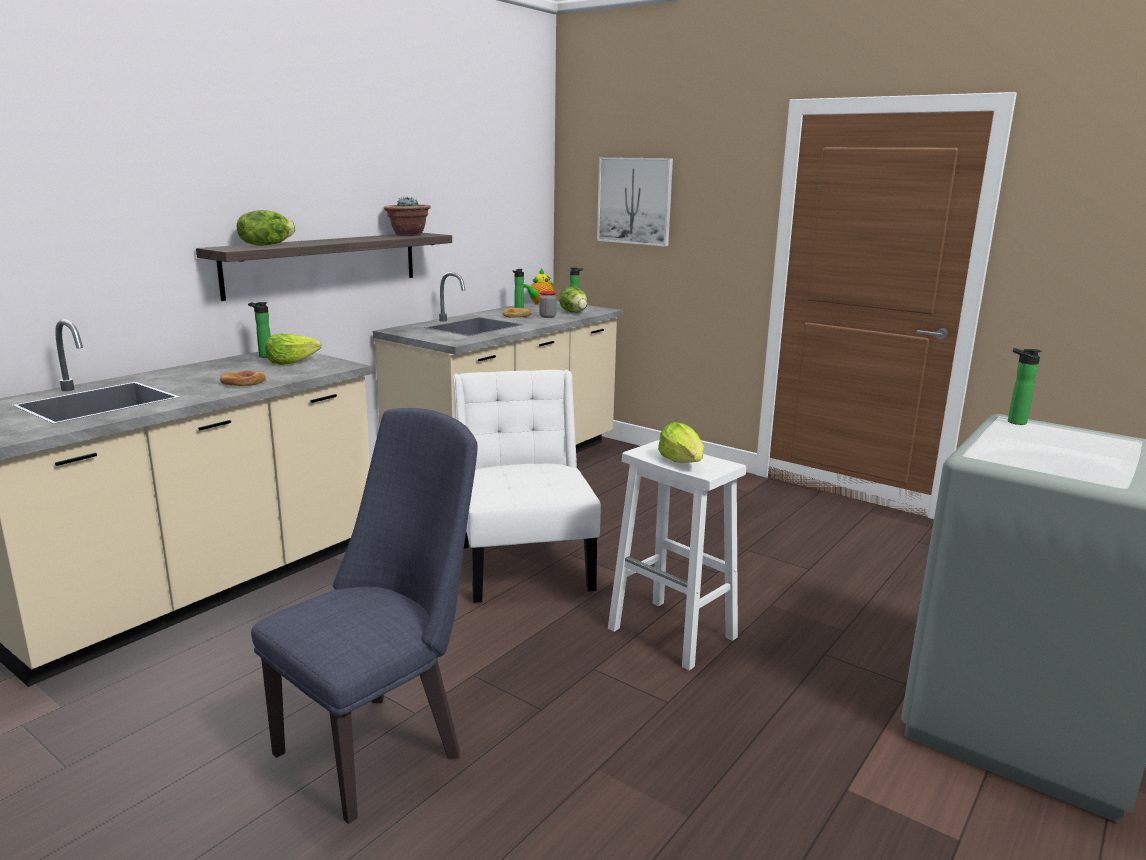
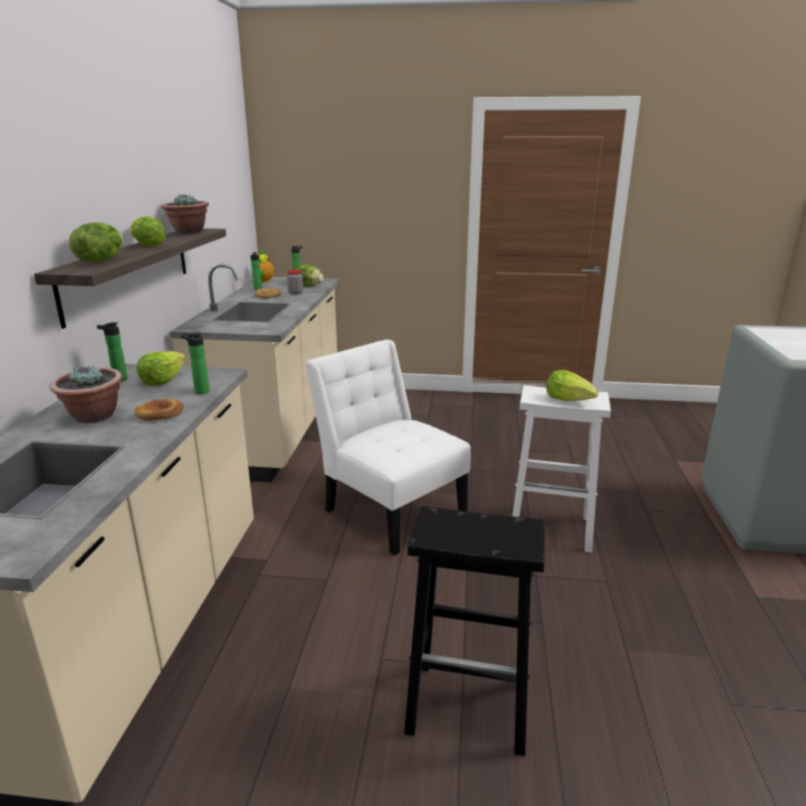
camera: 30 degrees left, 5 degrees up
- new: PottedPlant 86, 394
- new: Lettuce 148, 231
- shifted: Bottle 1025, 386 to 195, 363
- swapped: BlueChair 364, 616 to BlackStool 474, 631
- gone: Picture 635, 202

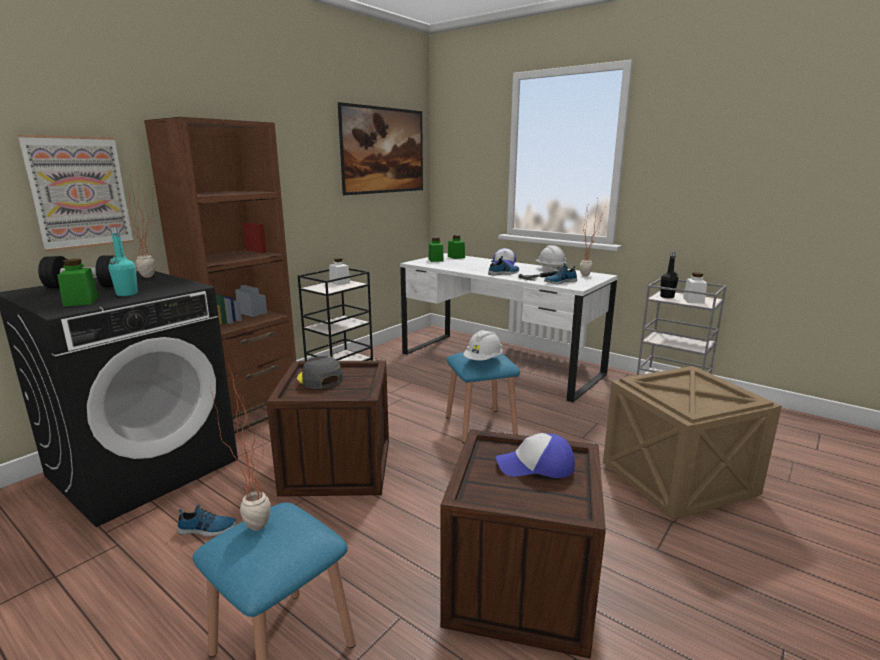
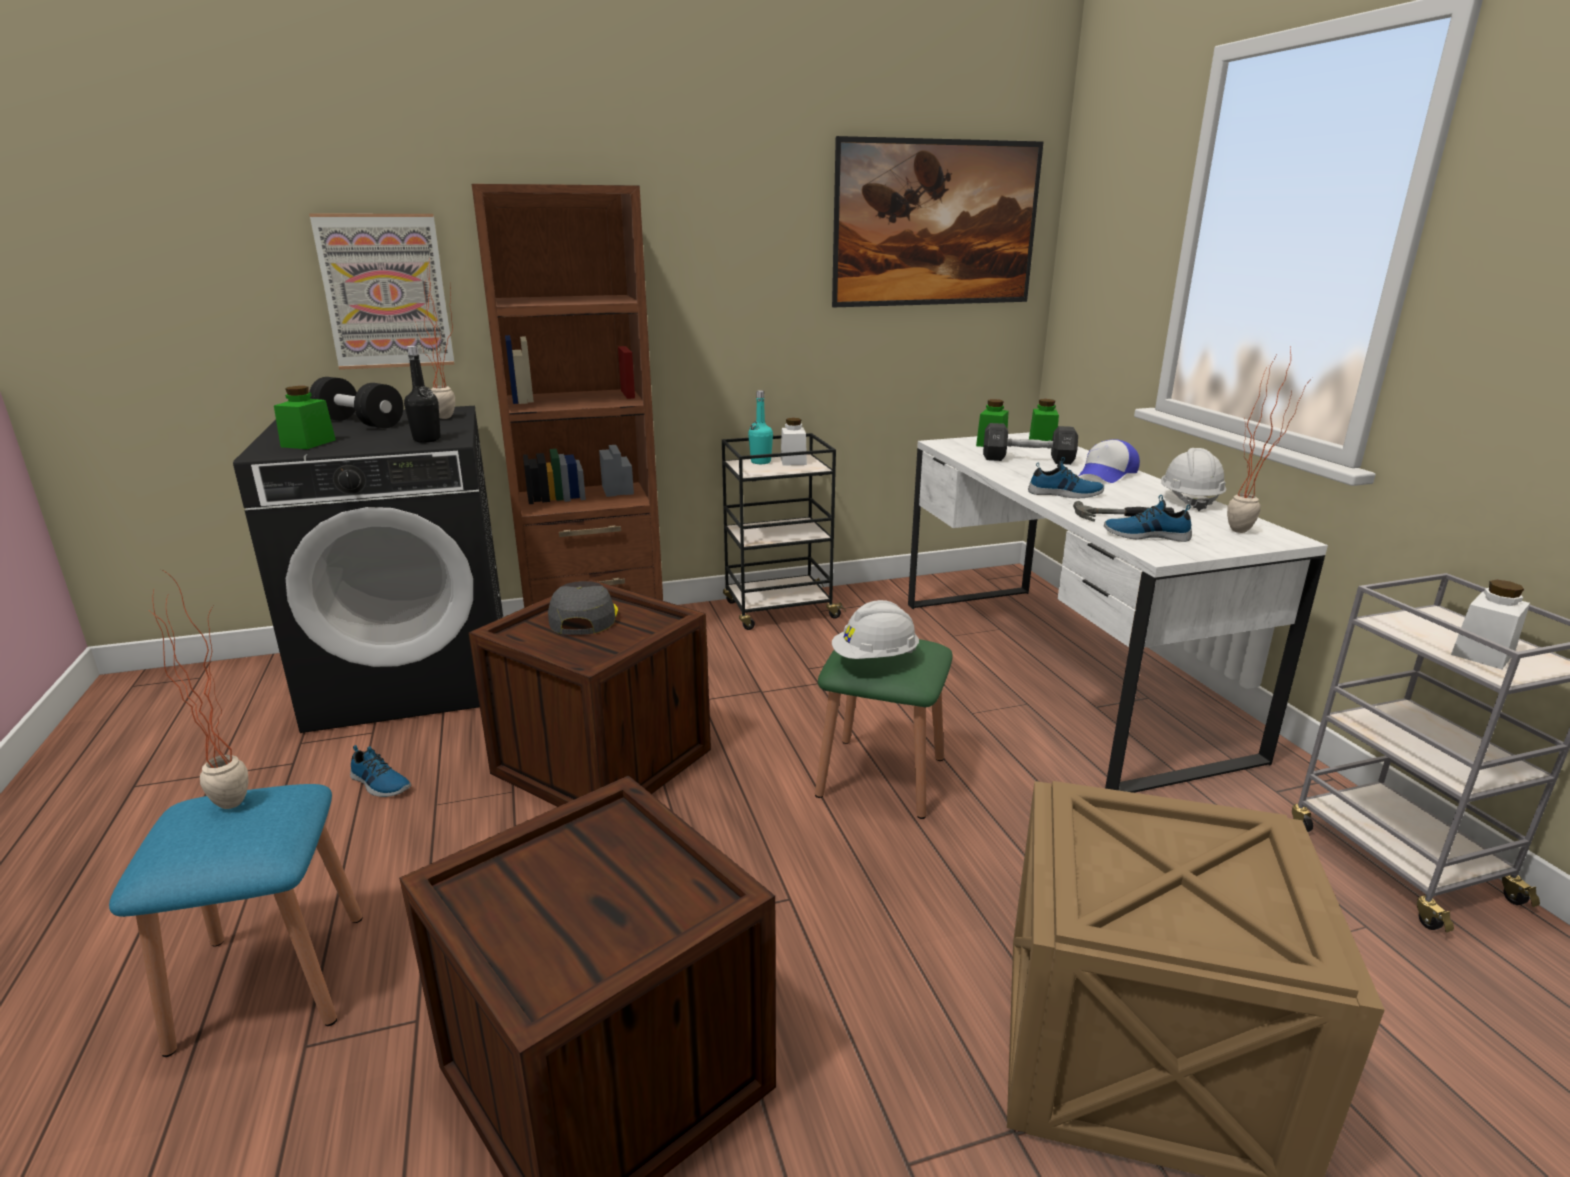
camera: 35 degrees right, 5 degrees up
- shifted: BlackBottle 669, 275 to 422, 394
- shifted: TurquoiseBottle 123, 261 to 760, 427
- repainted: BlueStool 483, 397 to GreenStool 884, 729
- new: BlackDumbbell 1030, 444
- gone: Cap 535, 455

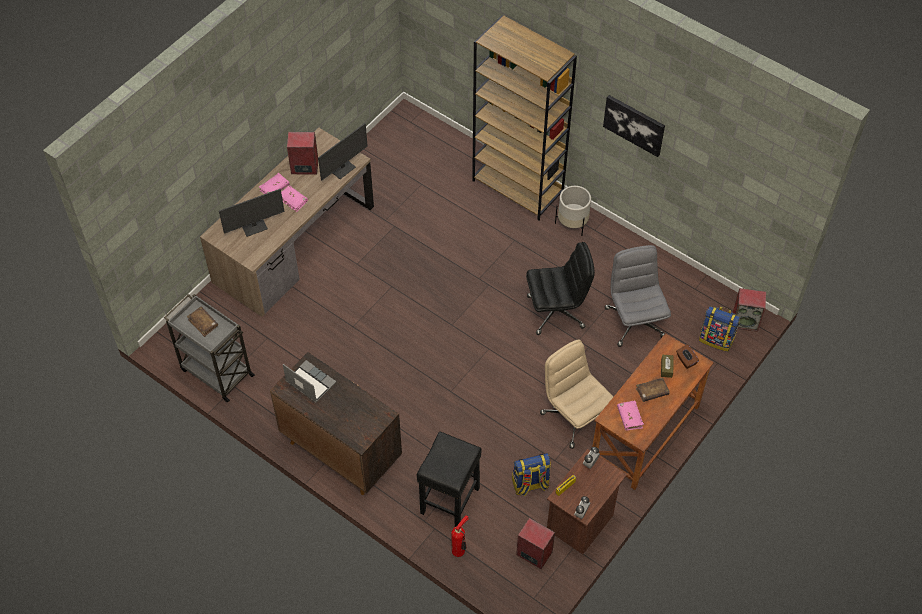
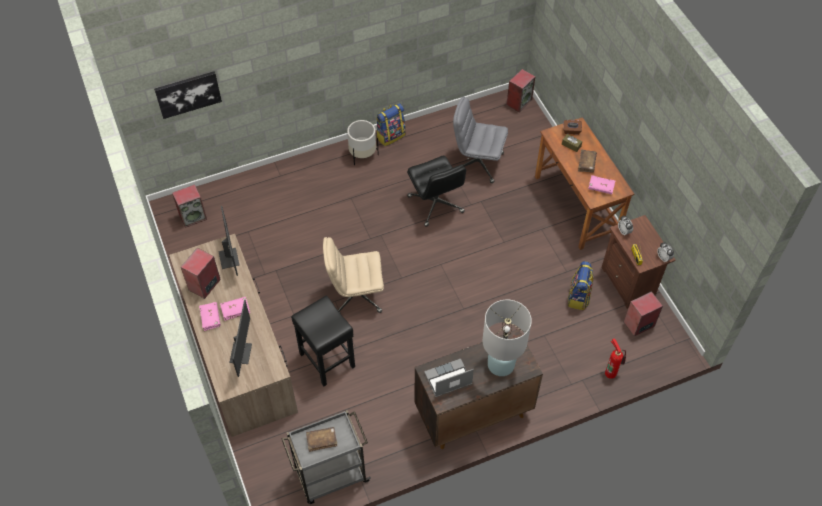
camera: 60 degrees left, 0 degrees up
- shifted: Picture 634, 126 to 188, 95
- new: Speaker 189, 206
- shifted: BlackStool 449, 479 to 323, 341
- shifted: BeigeOfficeChair 576, 394 to 353, 275
- shifted: Backpack 719, 329 to 391, 124
- rotated: BlackOfficeChair 560, 288 = 436, 191 135 degrees clockwise
- new: WhiteTableLamp 507, 338
- gone: BrownBookcase 524, 117

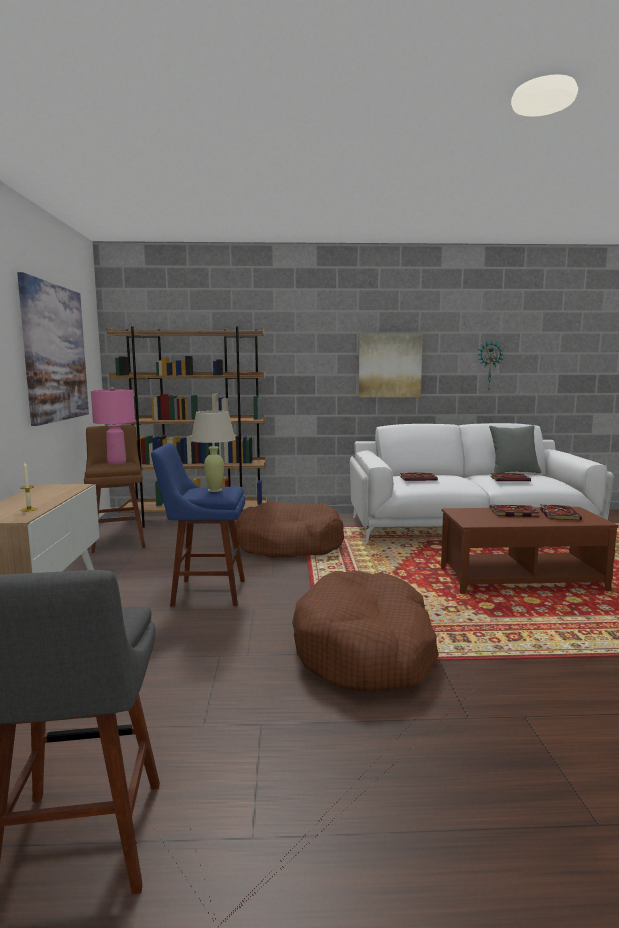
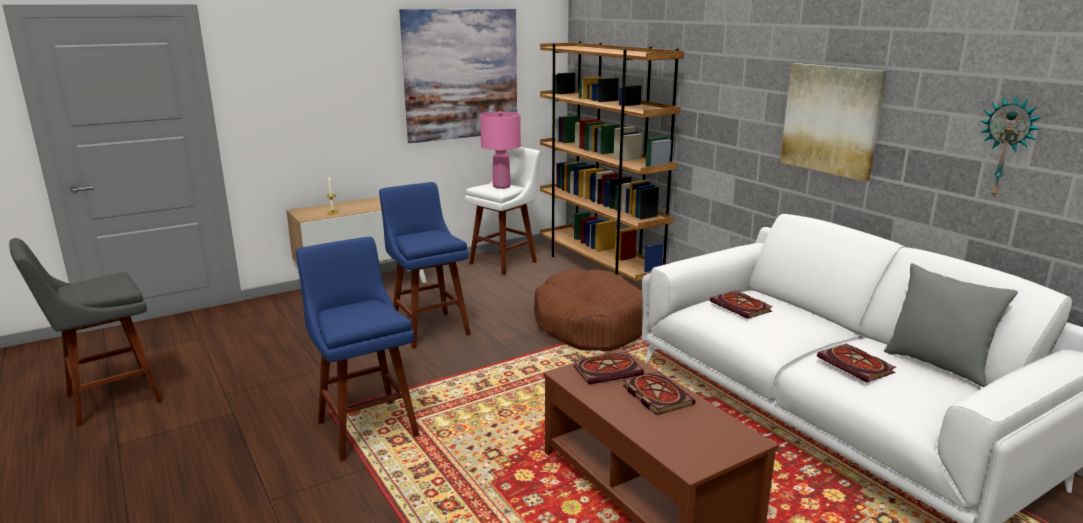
camera: 60 degrees right, 10 degrees up
- swapped: BrownDogBed 365, 631 to BlueStool 358, 349
- repainted: BrownStool 115, 489 to WhiteStool 502, 211
- shifted: Book 561, 512 to 608, 368
- gone: BeigeTableLamp 213, 451

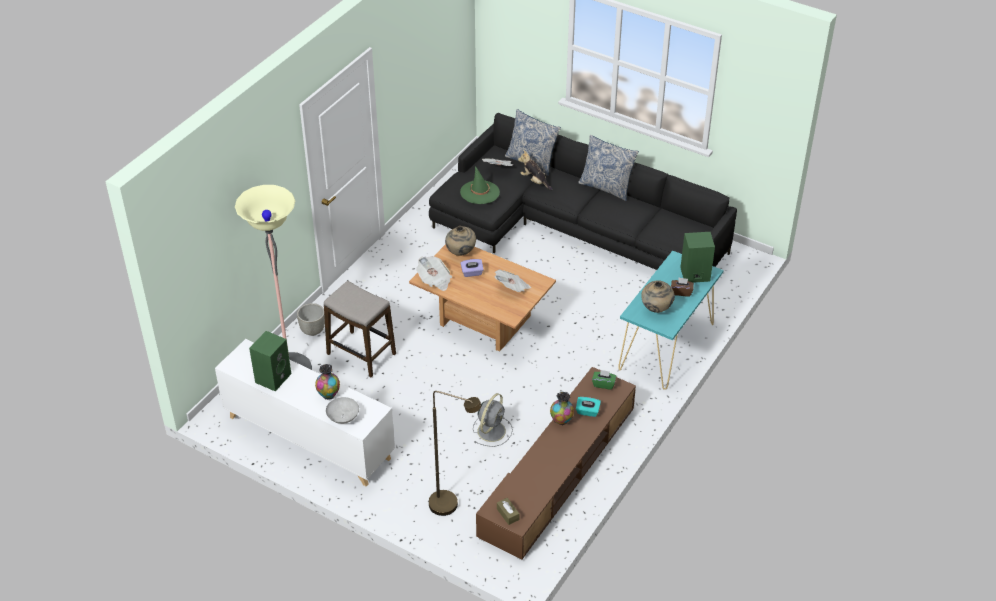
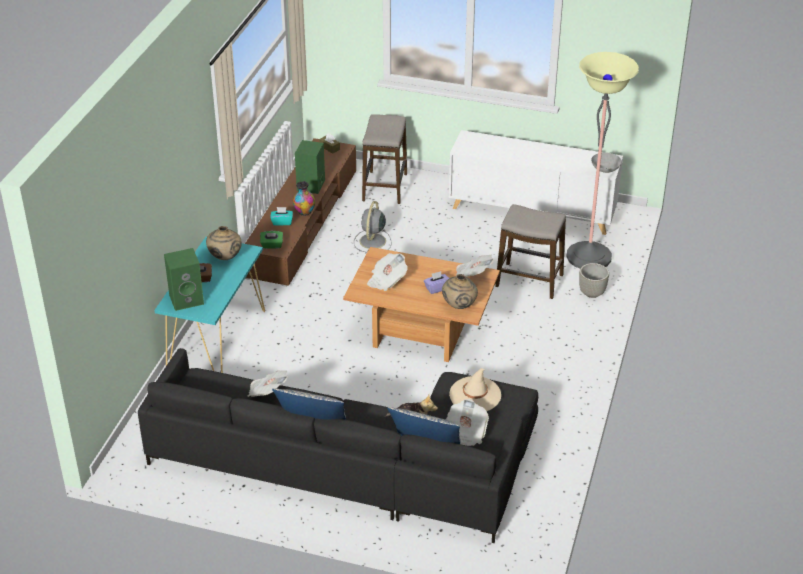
camera: 165 degrees right, 5 degrees down
- new: Newspaper 267, 383
- shifted: GreenSpeaker 270, 361 to 310, 167
- swapped: BrownFloorLamp 455, 453 to Stool 384, 159
- repainted: GreenHat 480, 185 to BeigeHat 475, 389
- shifted: GreyBowl 342, 410 to 606, 163
- gone: Vase 327, 382

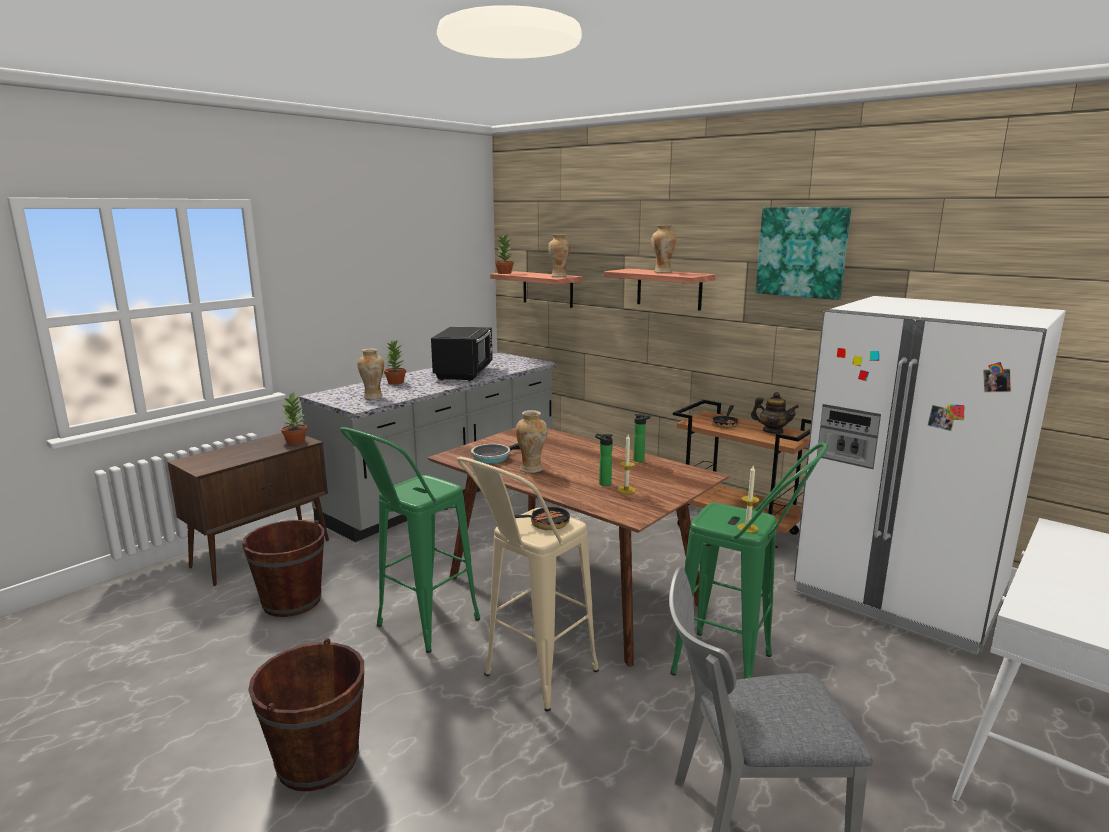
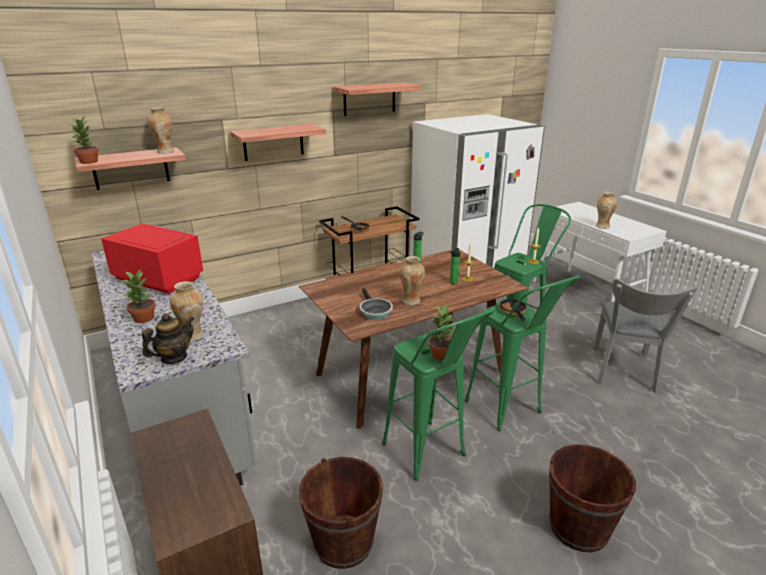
camera: 70 degrees left, 10 degrees up
- repainted: BlackMicrowave 462, 354 to RedMicrowave 152, 258
- shifted: Teapot 775, 413 to 168, 338
- swapped: Picture 803, 253 to Shelf 377, 99
- shifted: PottedPlant 293, 418 to 441, 333
- repainted: BeigeStool 528, 584 to GreenStool 523, 353
- shifted: Vase 663, 249 to 606, 210

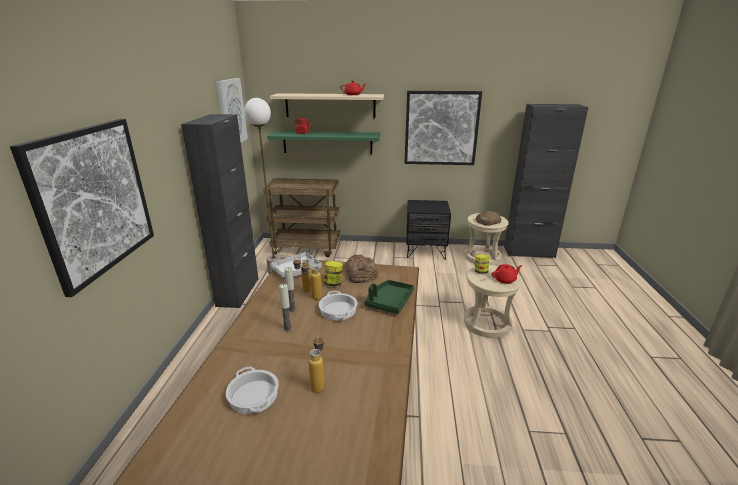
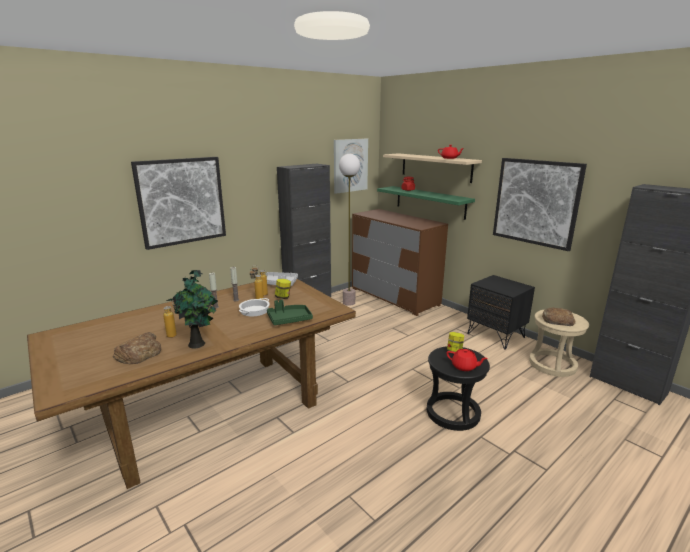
camera: 45 degrees right, 5 degrees down
- shifted: Bread 362, 269 to 137, 348
- new: PottedPlant 192, 309
- swapped: BrownCart 302, 217 to BrownDresser 400, 262
- repainted: BeigeStool 493, 301 to BlackStool 458, 388
- gone: CookingPot 252, 390

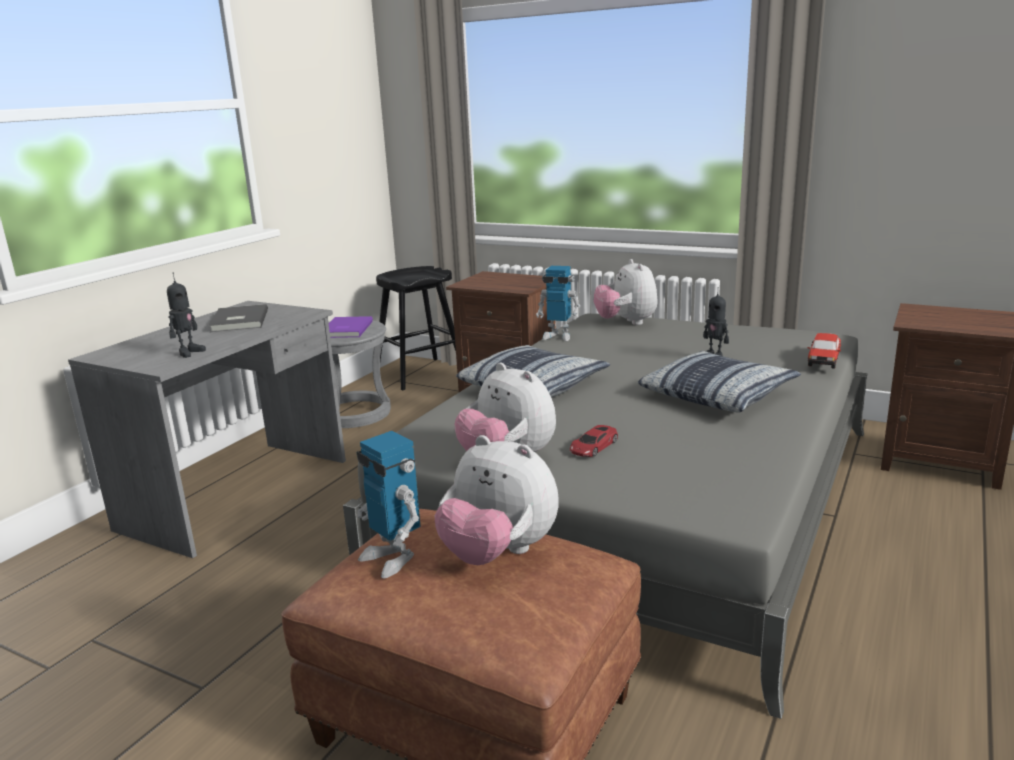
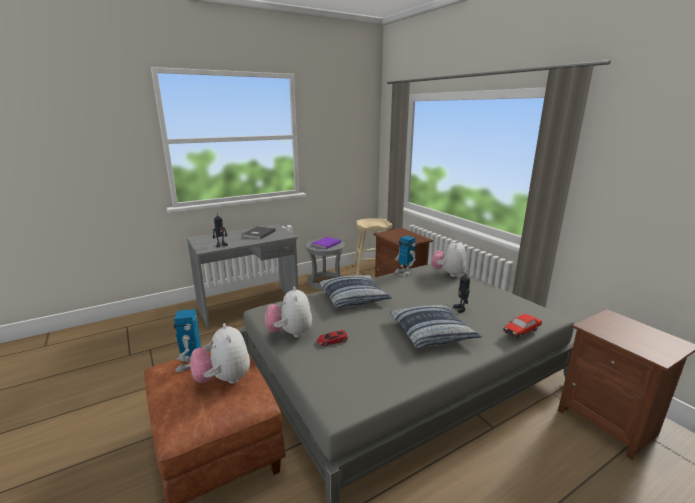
camera: 30 degrees right, 0 degrees up
- repainted: BlackStool 416, 328 to BeigeStool 372, 247

